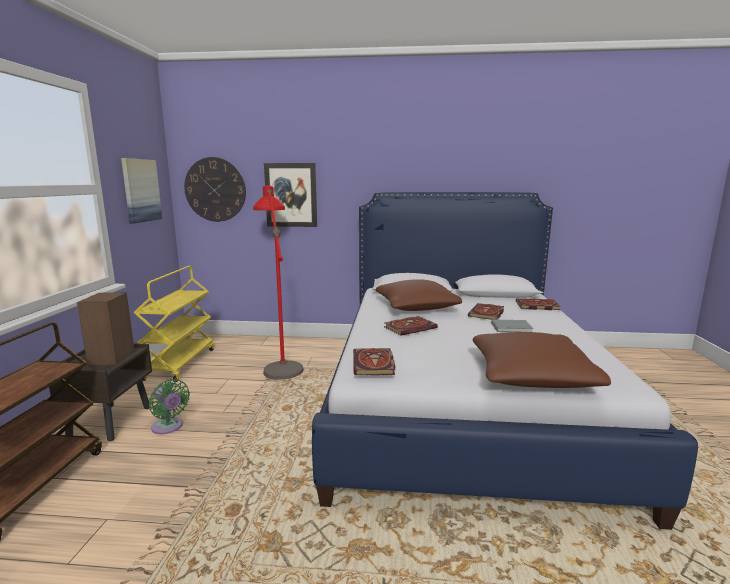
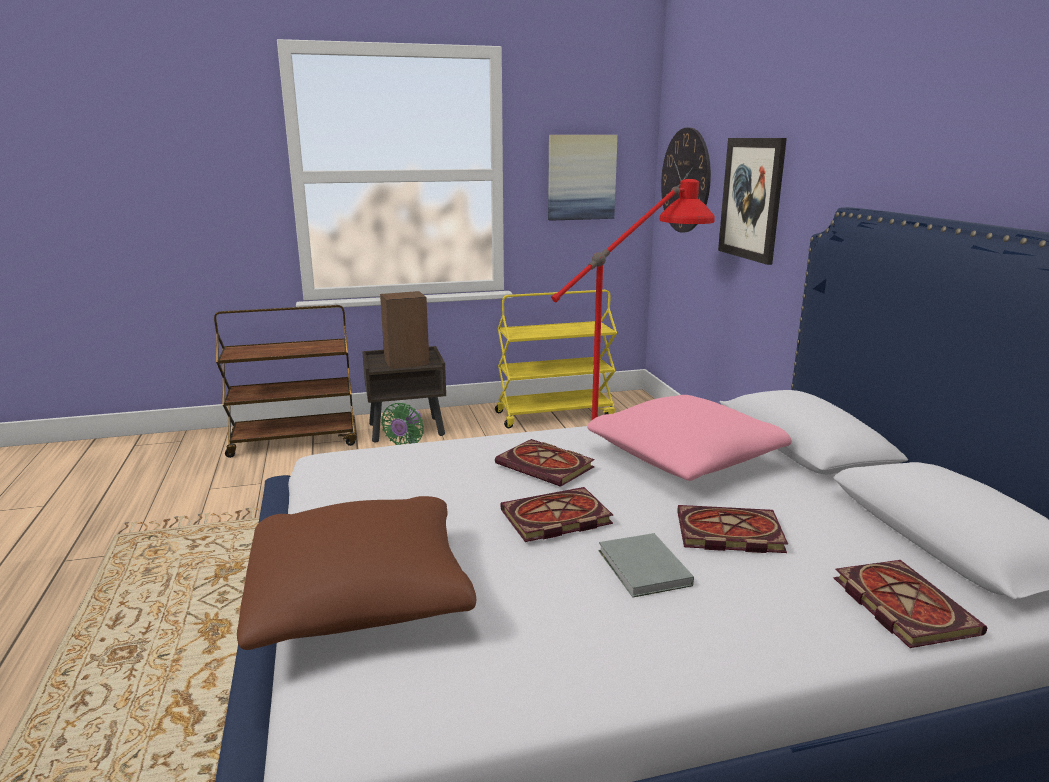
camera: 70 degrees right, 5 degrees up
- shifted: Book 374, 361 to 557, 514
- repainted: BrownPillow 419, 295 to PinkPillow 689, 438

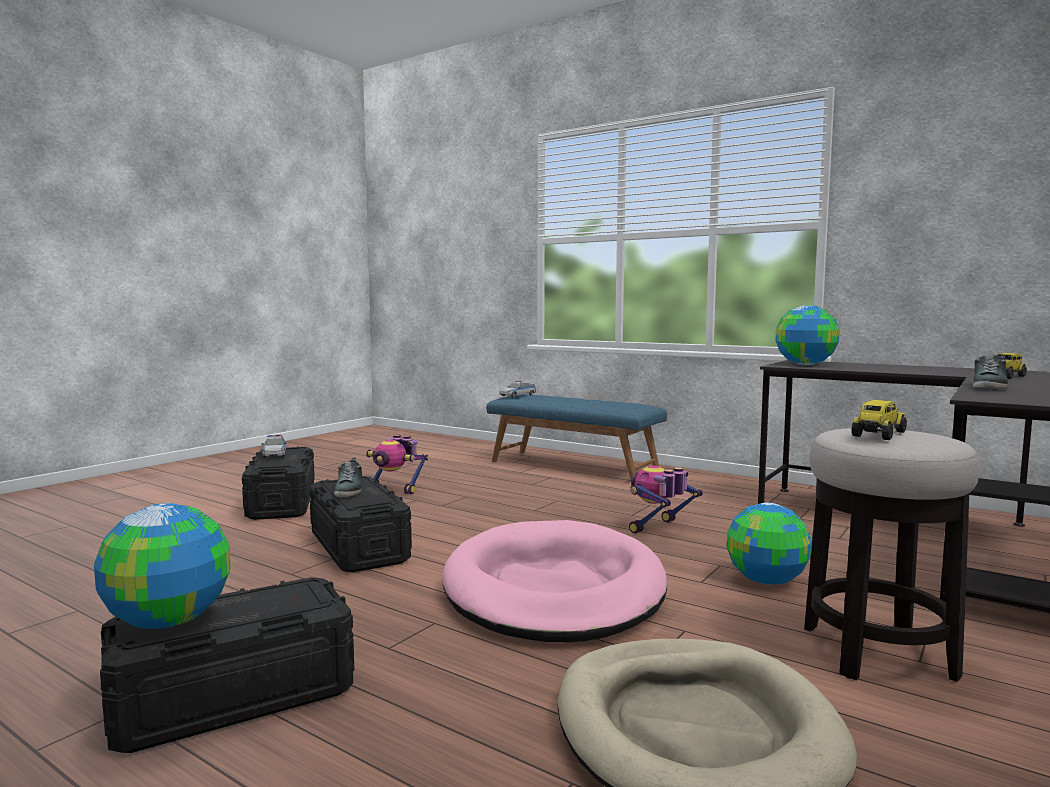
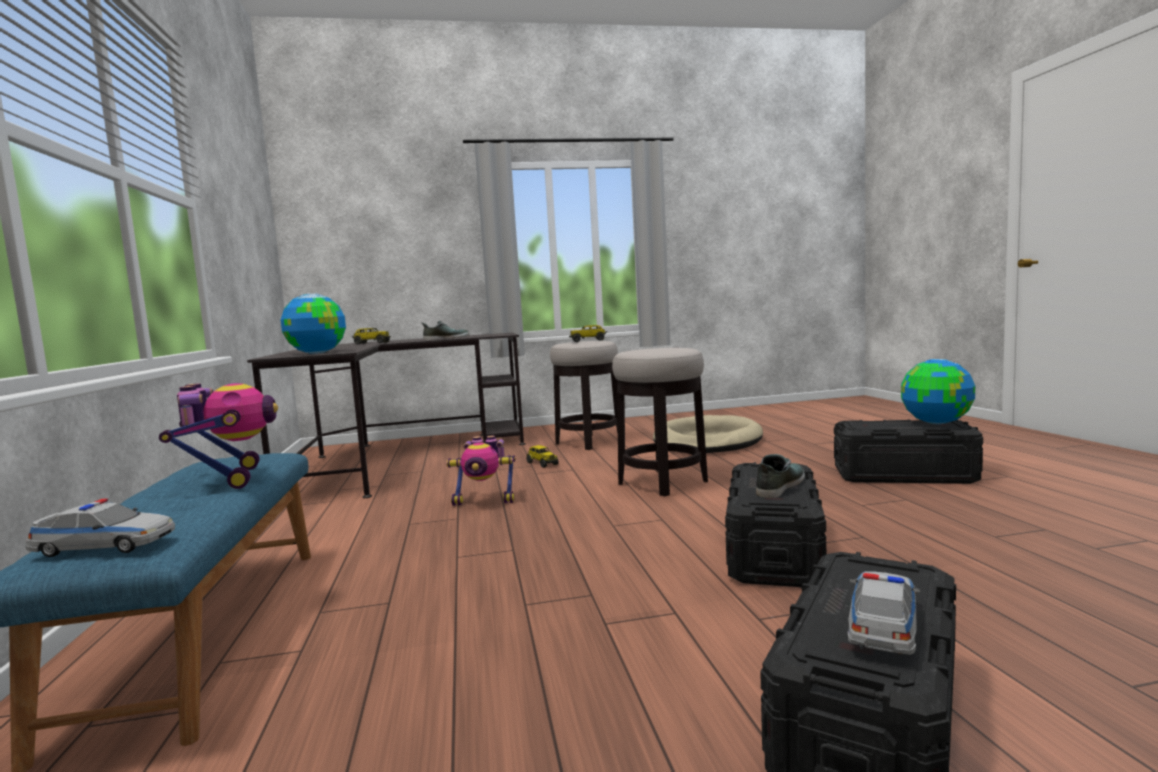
camera: 135 degrees left, 0 degrees up
- shifted: ToyRobot 397, 464 to 218, 436
- swapped: Globe 769, 544 to ToyTruck 542, 456
- swapped: PinkDogBed 554, 581 to Stool 660, 422

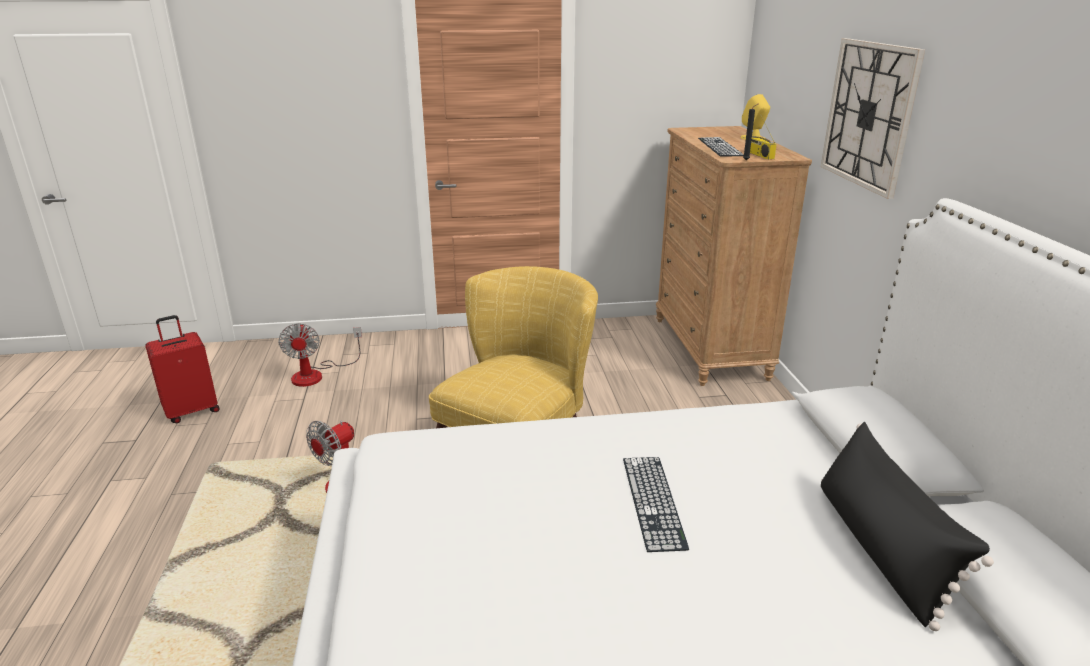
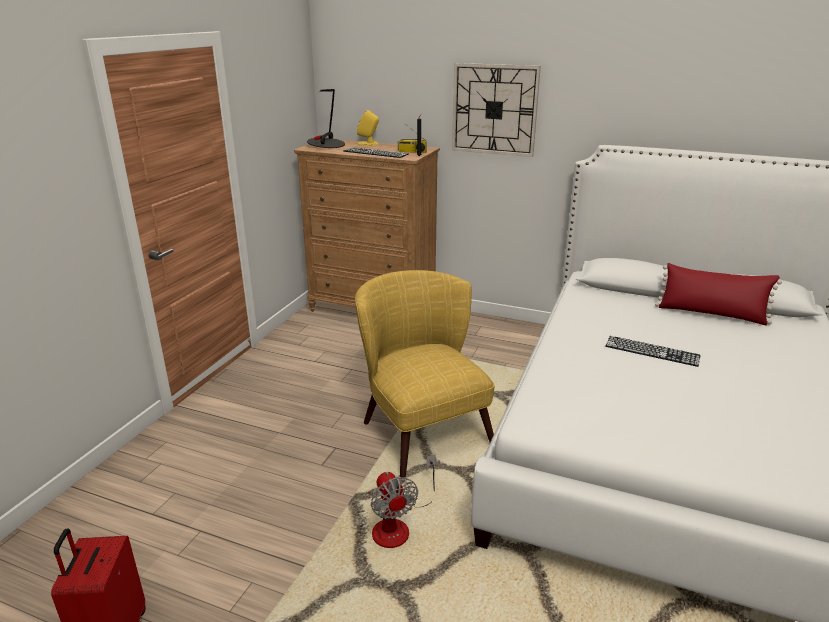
camera: 60 degrees left, 0 degrees up
- new: TableLamp 326, 118
- repainted: BlackPillow 907, 526 to RedPillow 718, 294
- gone: Fan 320, 355

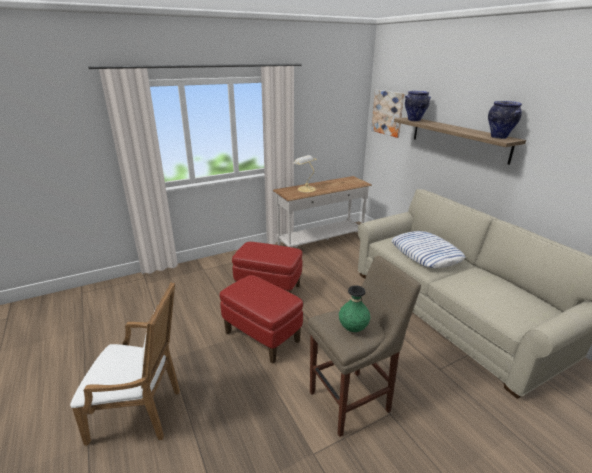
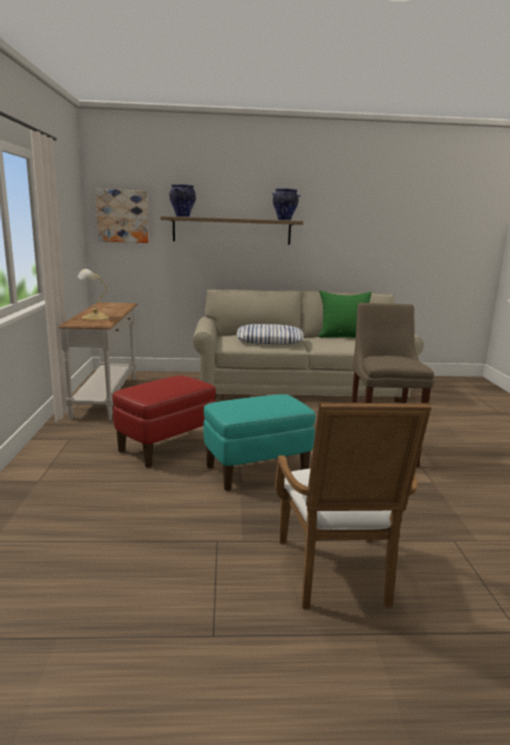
camera: 65 degrees left, 10 degrees down
- repainted: RedOttoman 261, 319 to TurquoiseOttoman 259, 442
- rotated: WhiteArmchair 125, 363 = 353, 506 150 degrees clockwise
- new: GreenPillow 345, 314
- gone: GreenVase 355, 309

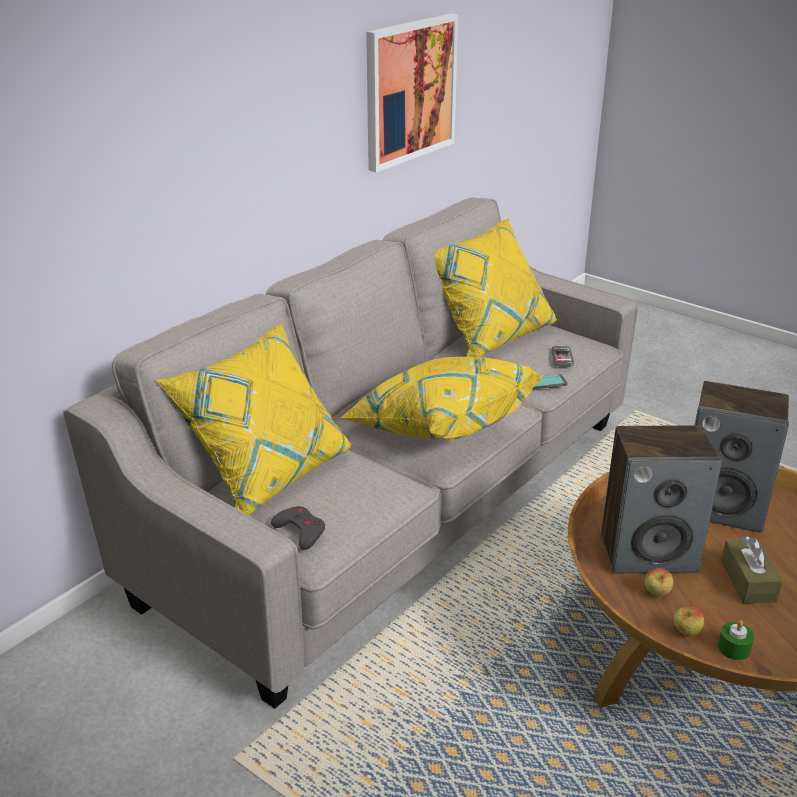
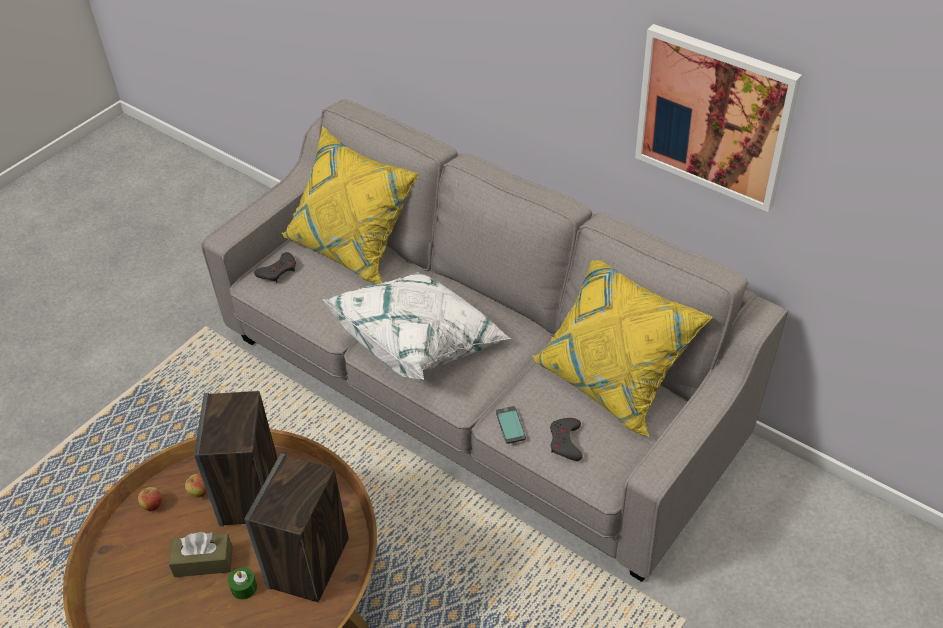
camera: 90 degrees right, 15 degrees up
- shifted: GreenCandle 736, 640 to 242, 583
- repainted: YellowPillow 441, 398 to WhitePillow 417, 325
- swapped: Phone 562, 356 to GreyGameController 566, 439

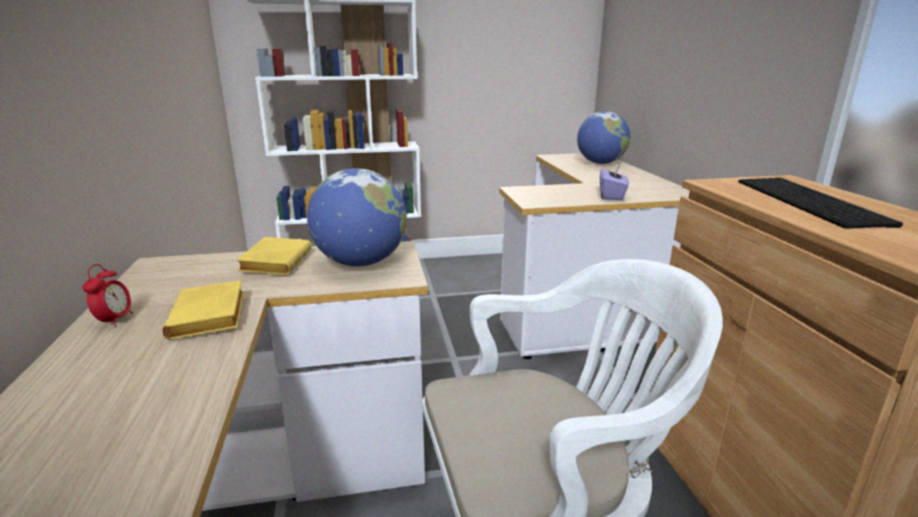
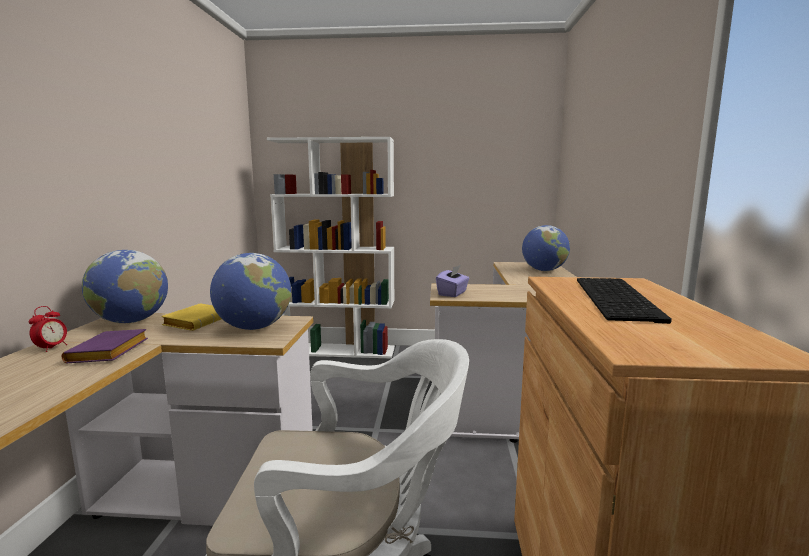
camera: 15 degrees right, 10 degrees down
- repainted: YellowBook 203, 310 to PurpleBook 105, 346
- new: Globe 125, 286
- shifted: PurpleTissueBox 614, 182 to 453, 281

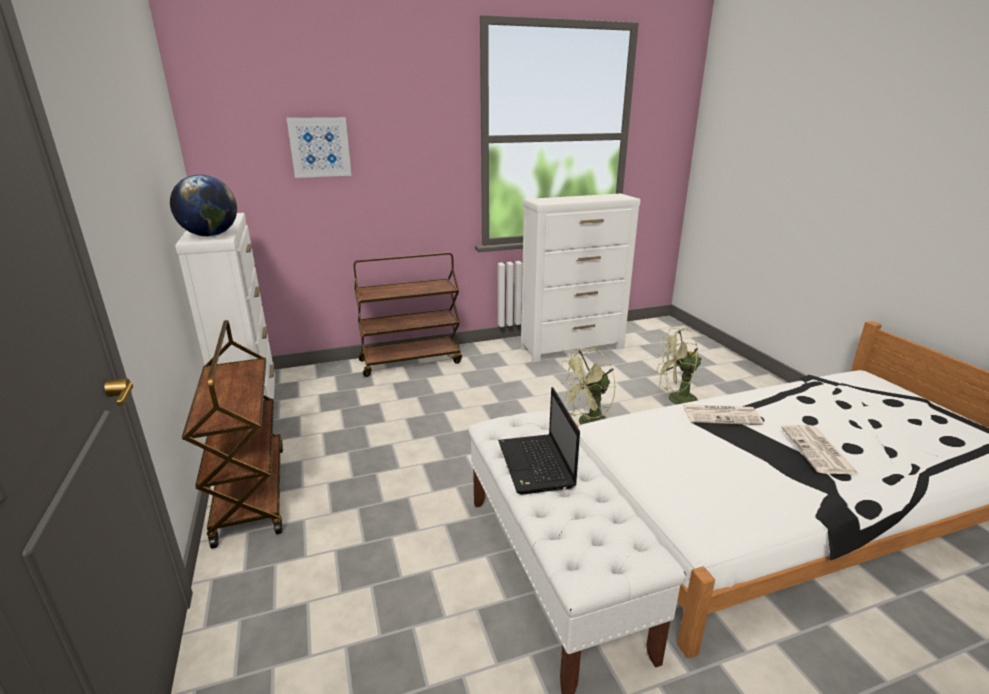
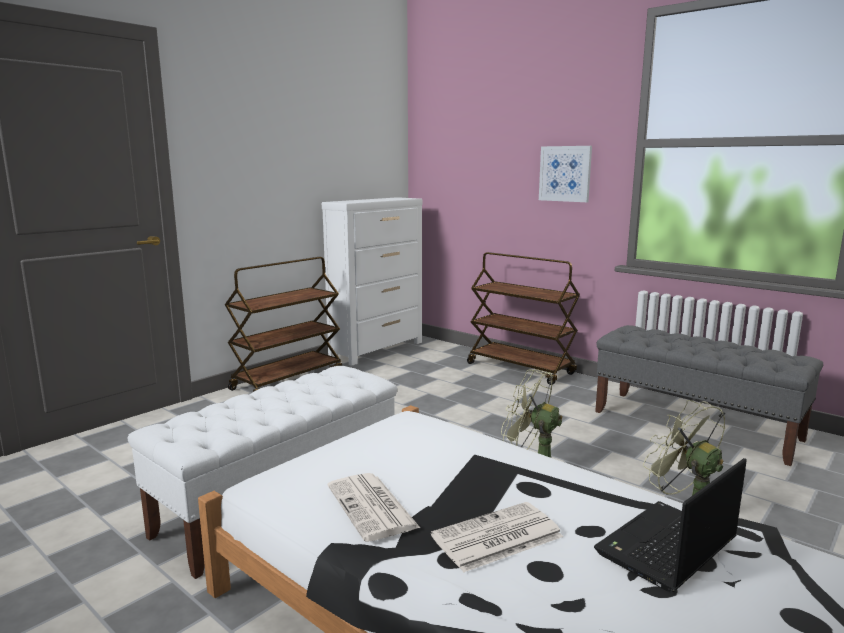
camera: 60 degrees right, 10 degrees down
- shifted: Newspaper 723, 415 to 374, 507
- shifted: Picture 319, 147 to 565, 174
- shifted: Laptop 539, 441 to 670, 525
- swapped: WhiteDresser 581, 277 to GreyBench 709, 395
- gone: Globe 203, 205

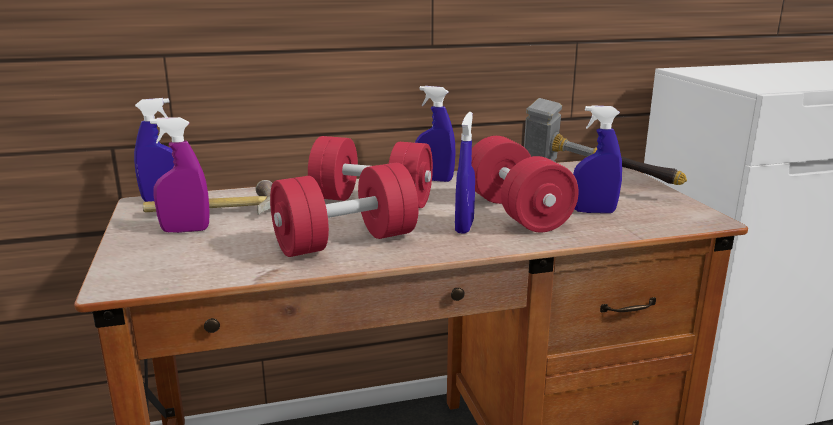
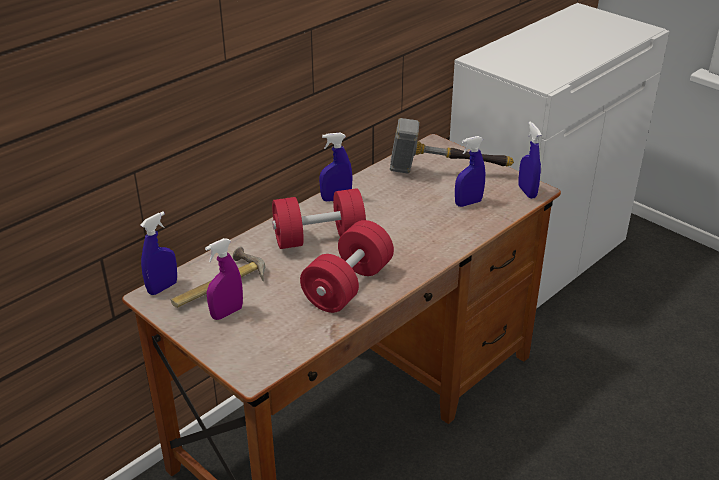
camera: 30 degrees left, 15 degrees up
- shifted: BlueSprayBottle 465, 173 to 529, 160
- gone: RedDumbbell 524, 184

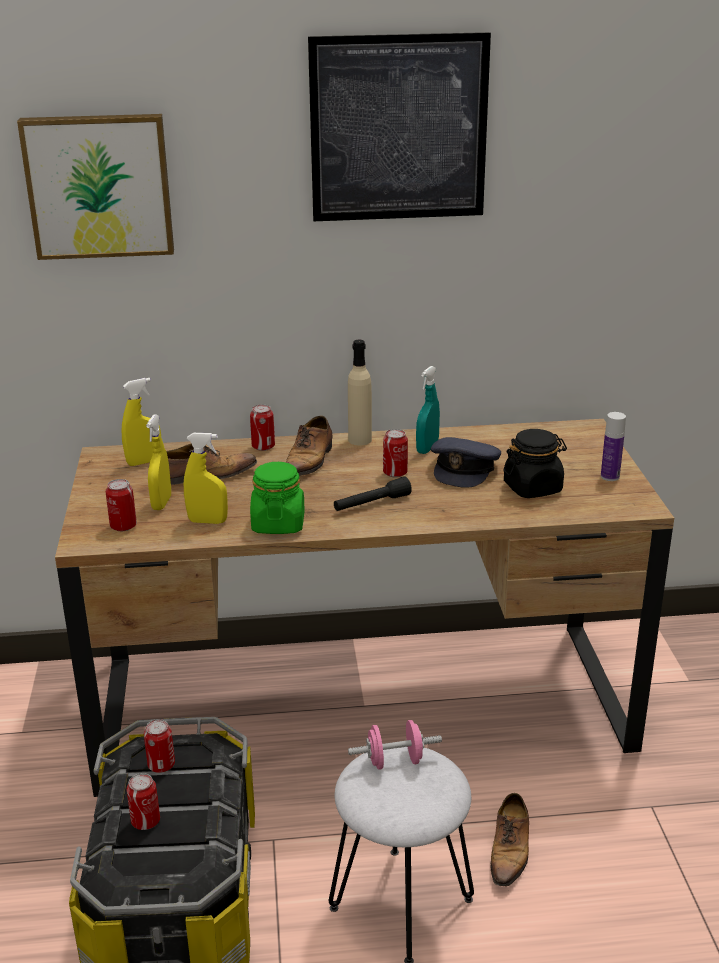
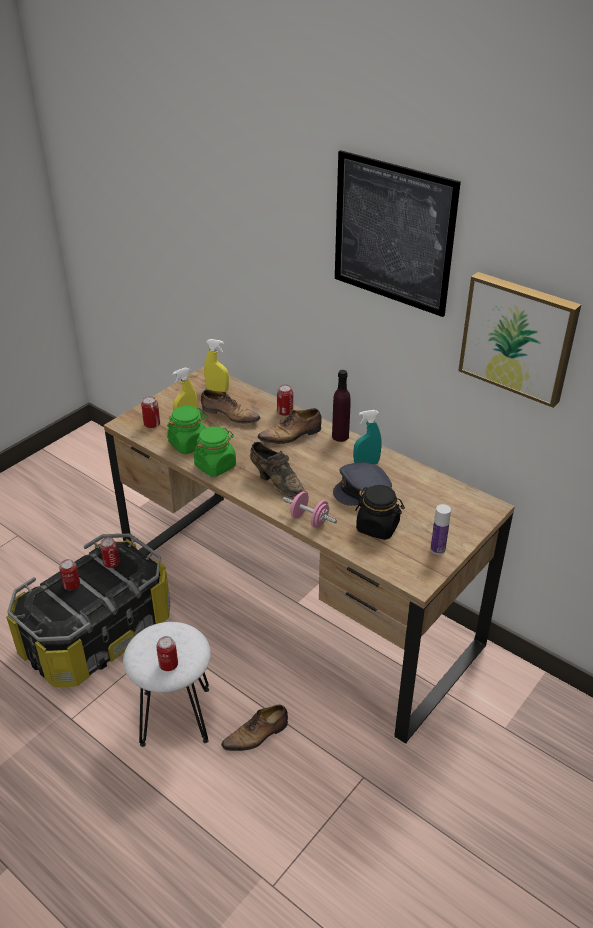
camera: 45 degrees right, 10 degrees up
- shifted: Can 395, 453 to 167, 653
- swapped: YellowSprayBottle 206, 478 to GreenJar 187, 430
- swapped: BlackFlashlight 373, 493 to BrownShoe 279, 469
- shifted: PinkDumbbell 395, 745 to 310, 510
- repainted: BeigeBottle 360, 392 to PurpleBottle 341, 406
- shifted: Picture 95, 187 to 519, 340

